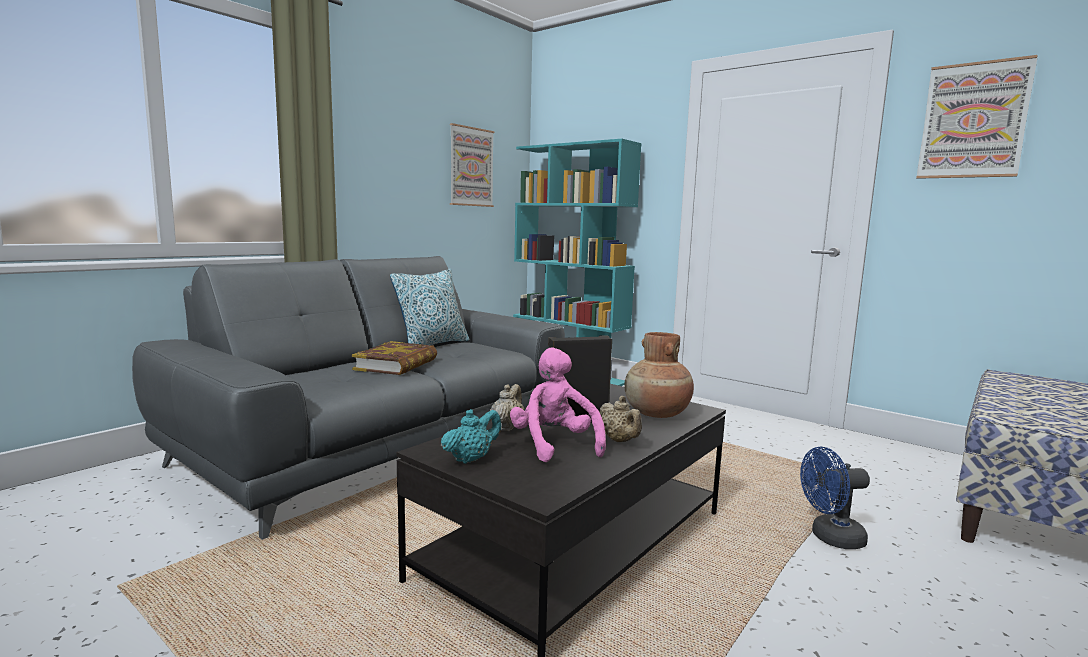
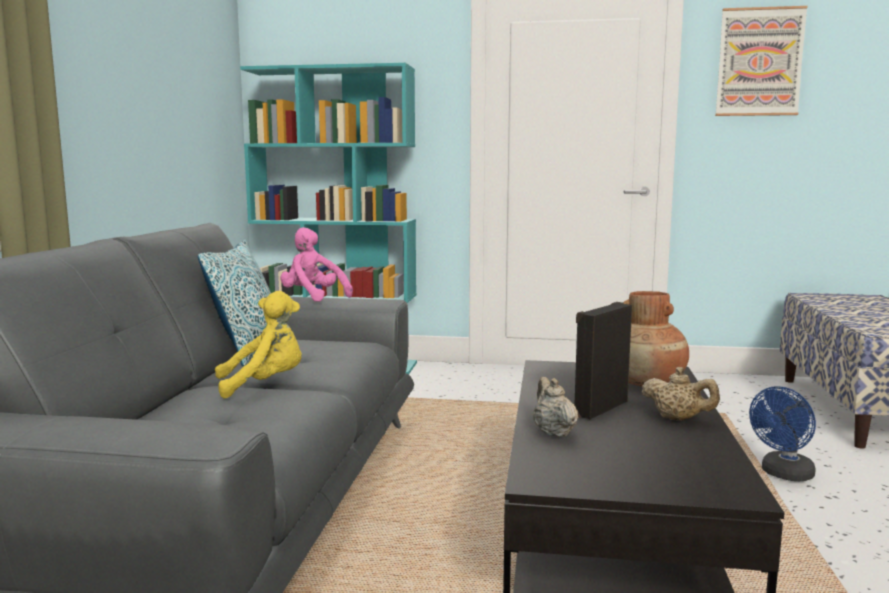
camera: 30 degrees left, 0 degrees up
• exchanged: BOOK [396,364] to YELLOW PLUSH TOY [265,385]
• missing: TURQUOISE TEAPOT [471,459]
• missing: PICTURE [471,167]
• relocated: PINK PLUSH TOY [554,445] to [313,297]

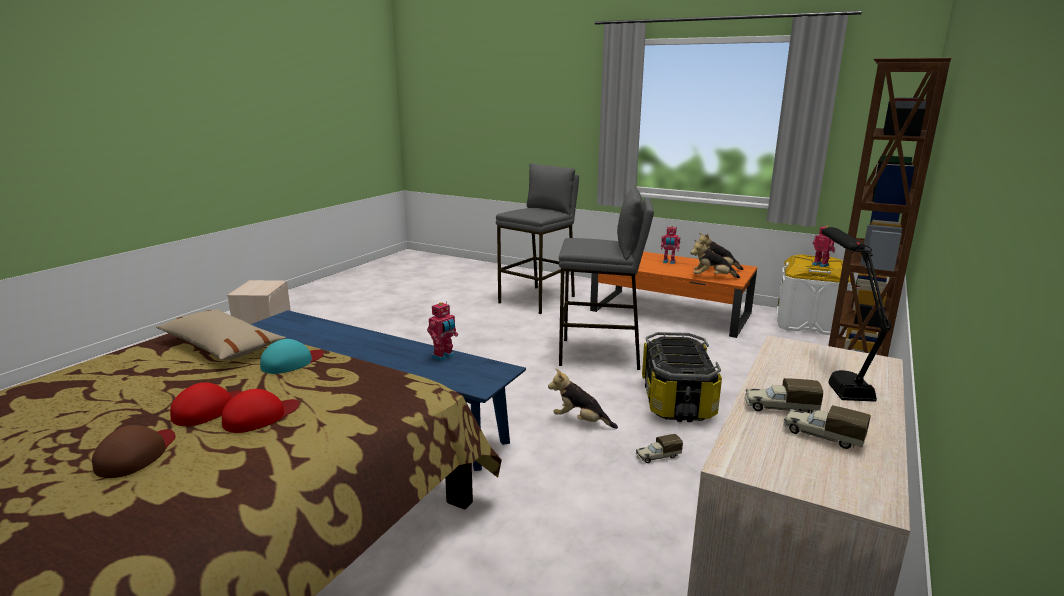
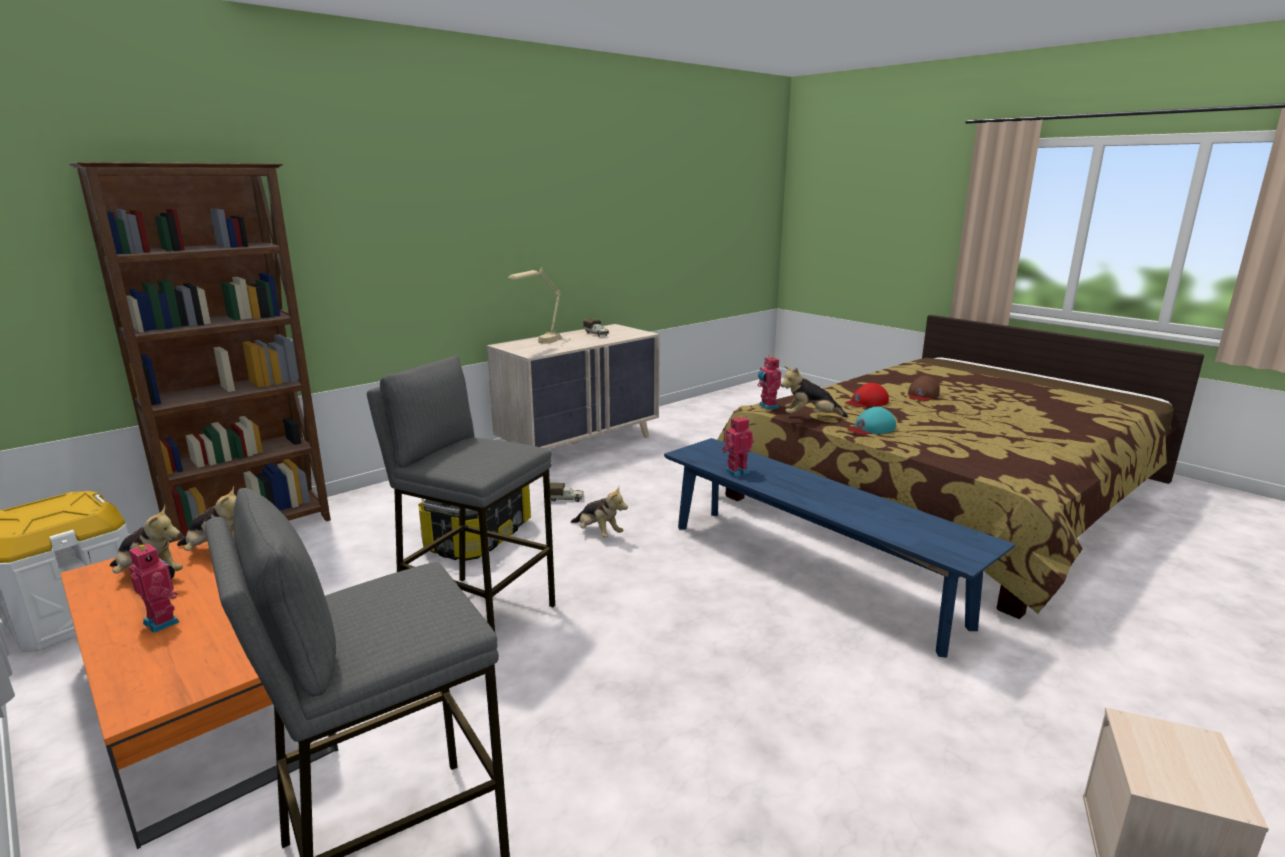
camera: 160 degrees left, 0 degrees up
• missing: BEIGE PILLOW [221,346]
• missing: RED CAP [208,409]
• missing: TOY TRUCK [779,408]
• relocated: TOY ROBOT [821,264] to [767,406]
• colour: BLACK TABLE LAMP [836,374] to BEIGE TABLE LAMP [539,344]
• appeared: PLUSH TOY [810,418]

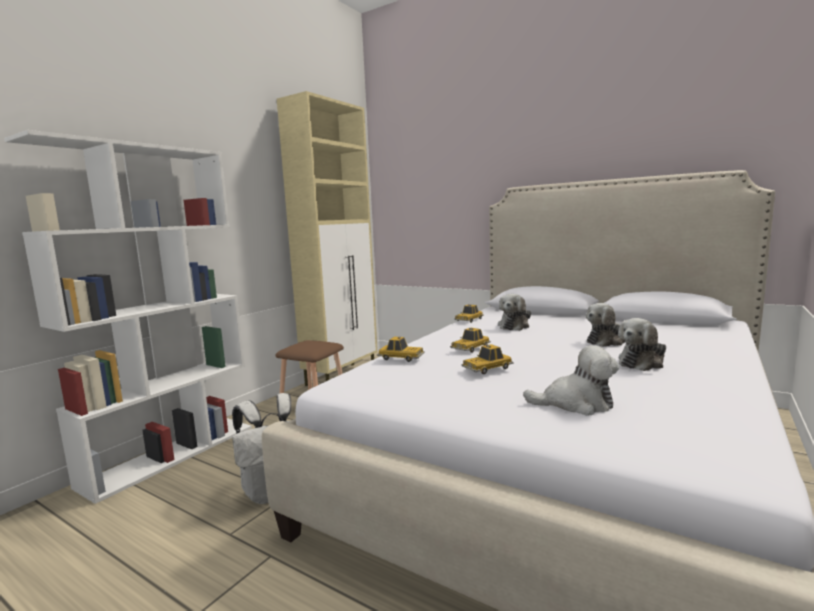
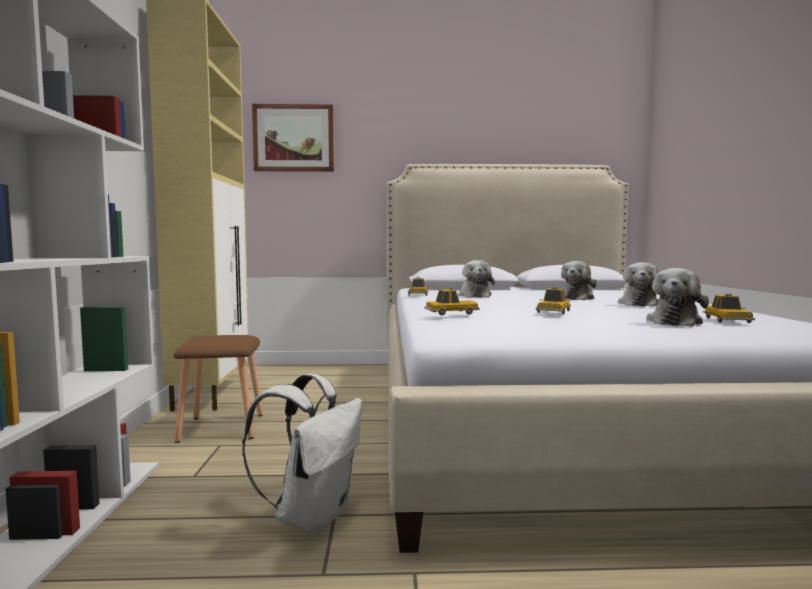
camera: 35 degrees left, 5 degrees down
• relocated: TOY CAR [470,348] to [727,320]
• spun: PLUSH TOY [576,404] = [675,321] 150 degrees clockwise
• appeared: PICTURE [293,138]

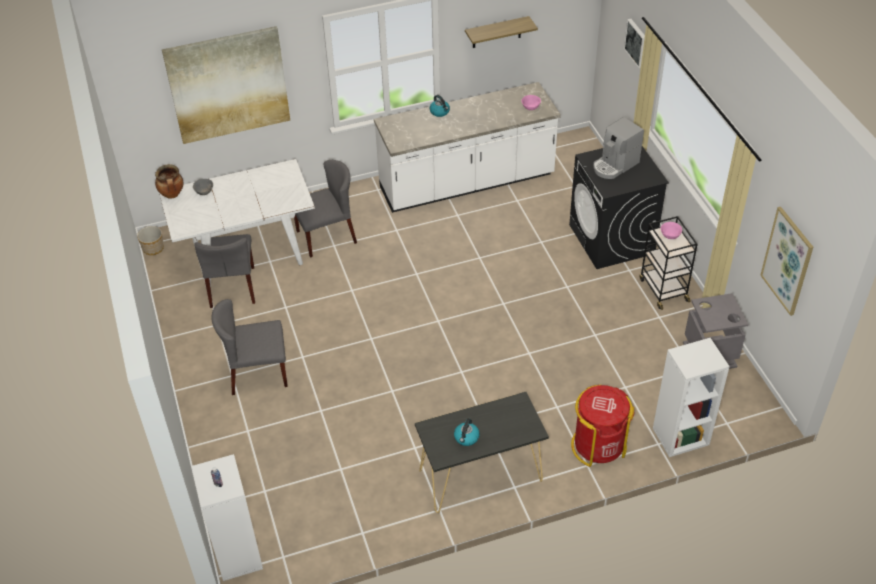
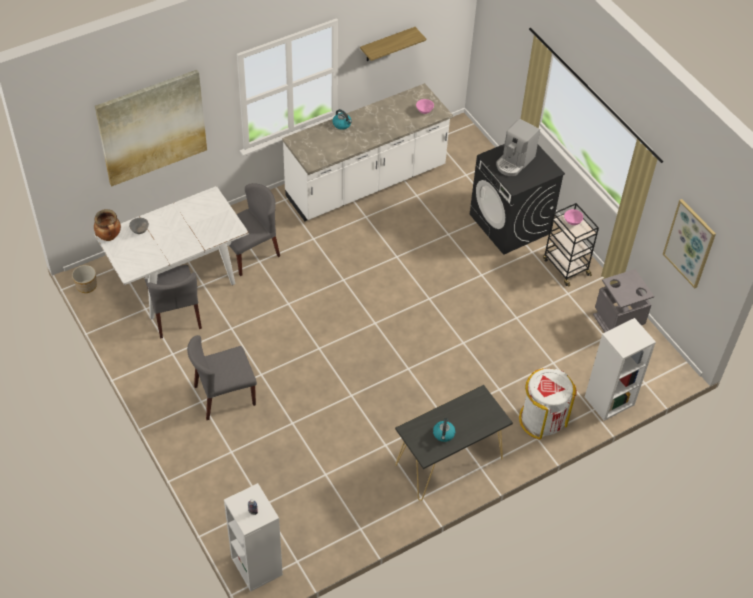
camera: 15 degrees left, 5 degrees up
• colour: RED TRASH CAN [598,445] to WHITE TRASH CAN [542,419]
• missing: PICTURE [636,43]

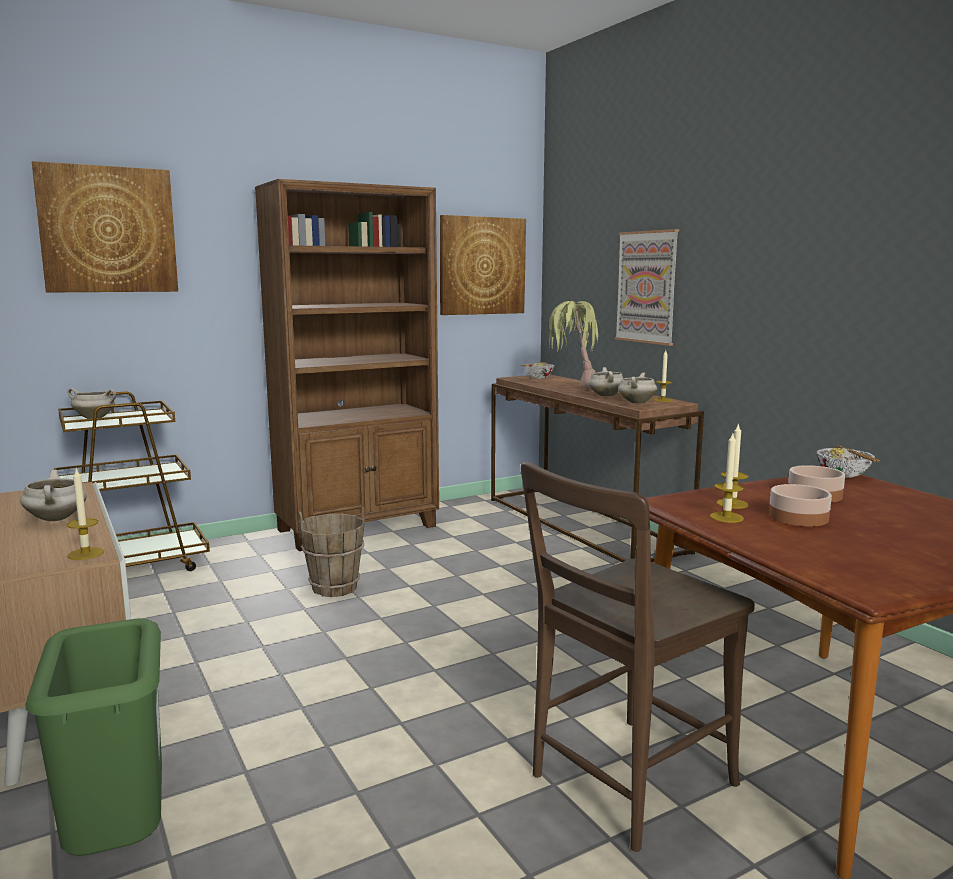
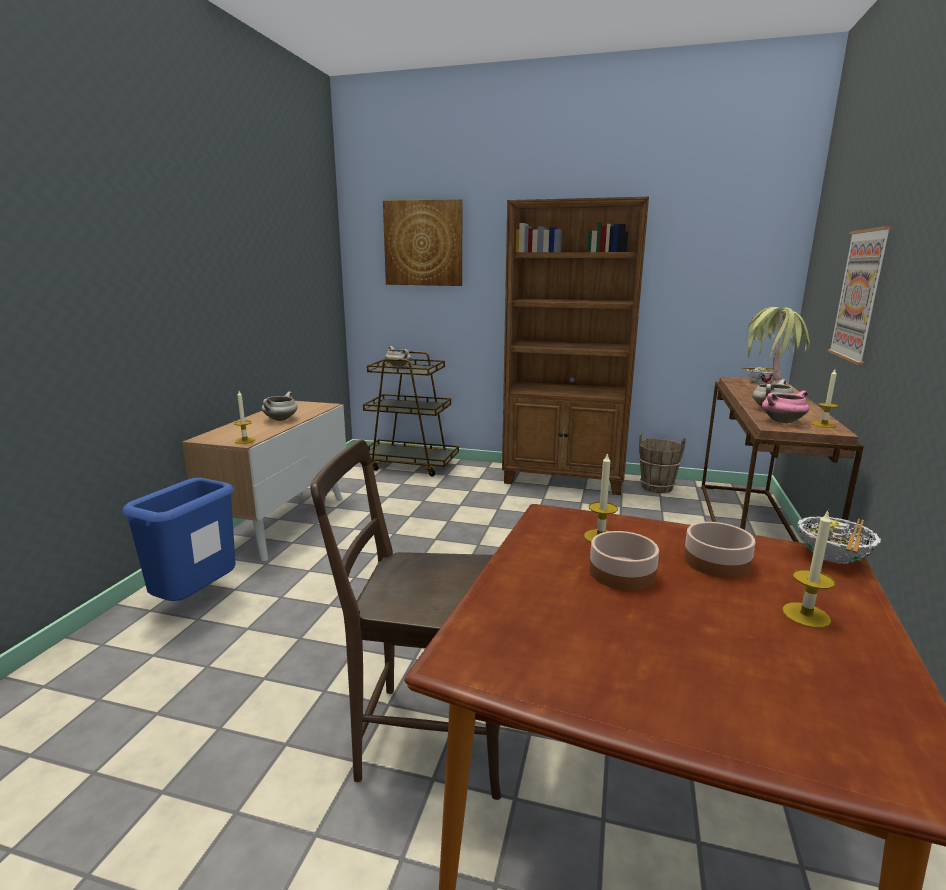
camera: 45 degrees right, 5 degrees up
• colour: GREEN TRASH CAN [117,842] to BLUE TRASH CAN [196,600]
• relocated: BROWN BUCKET [334,587] to [657,487]
• missing: PICTURE [482,266]
• colour: WHITE COOKING POT [636,402] to PINK COOKING POT [782,421]
• relocated: CANDLE [726,517] to [806,615]

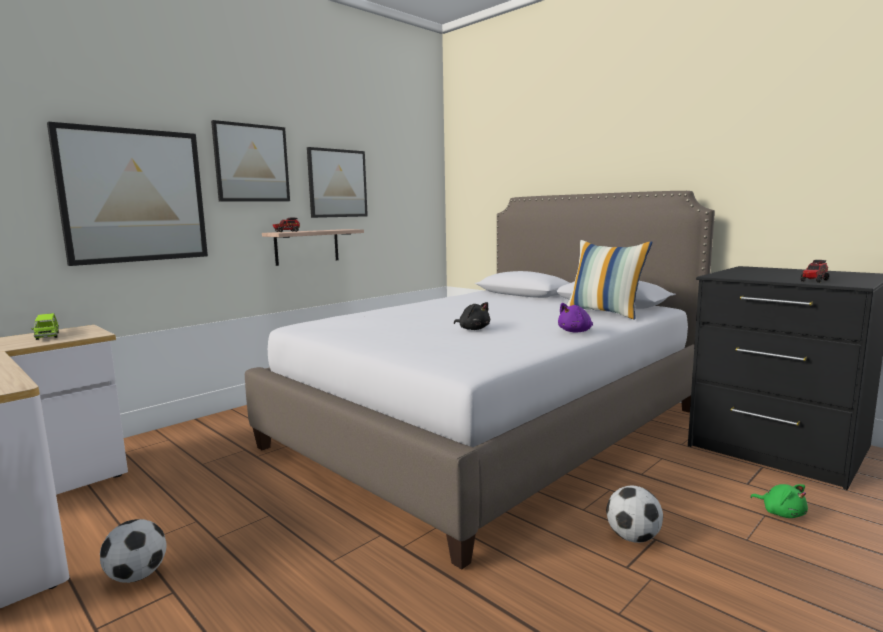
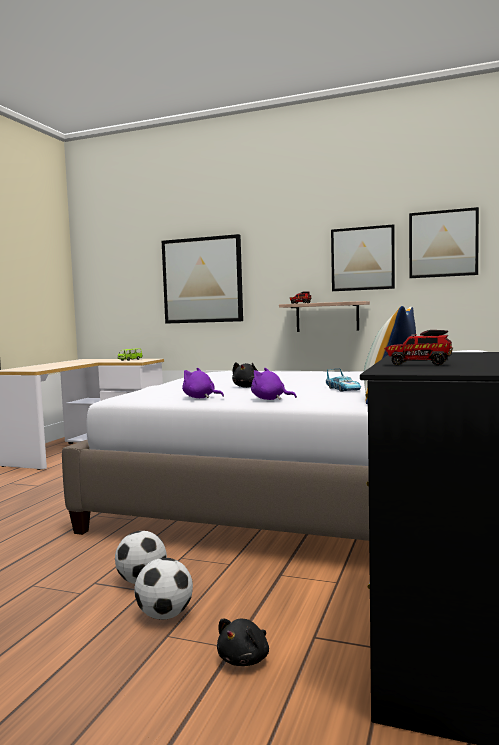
camera: 65 degrees right, 5 degrees down
• relocated: FOOTBALL [137,576] to [165,615]
• relocated: PICTURE [252,163] to [443,244]
• colour: GREEN PLUSH TOY [781,513] to BLACK PLUSH TOY [245,659]
• appeared: PURPLE PLUSH TOY [200,398]
• appeared: TOY CAR [343,389]

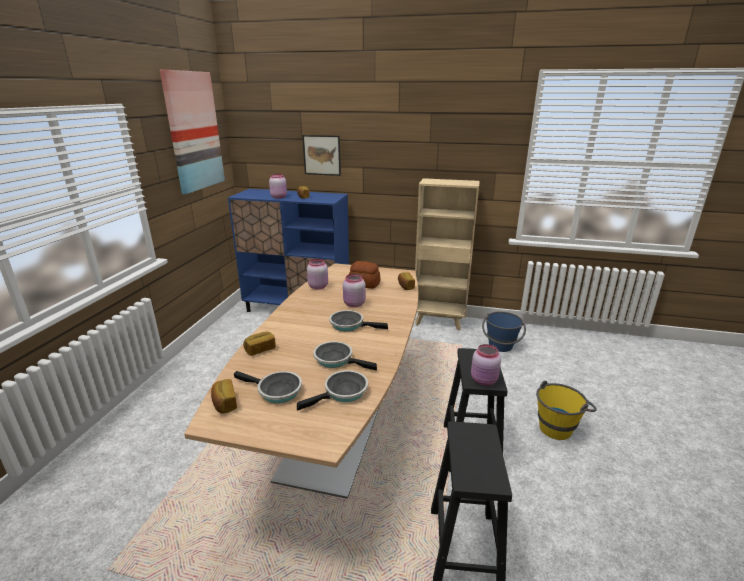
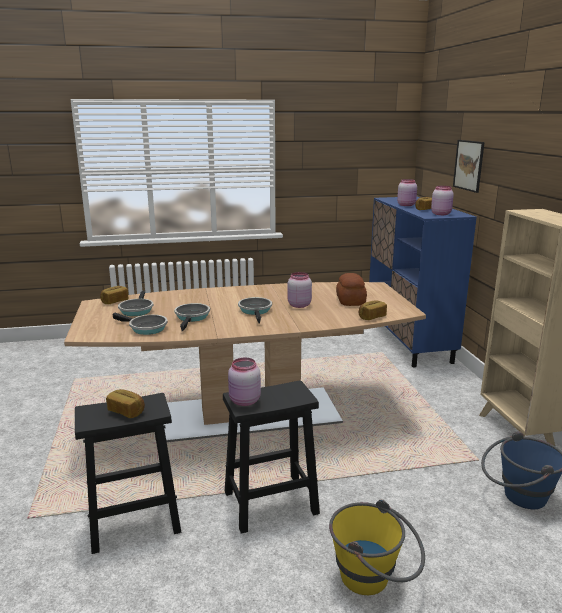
camera: 65 degrees right, 5 degrees down
• missing: PICTURE [194,131]
• relocated: BREAD [260,349] to [127,411]
• relocated: PINK JAR [318,286] to [441,214]

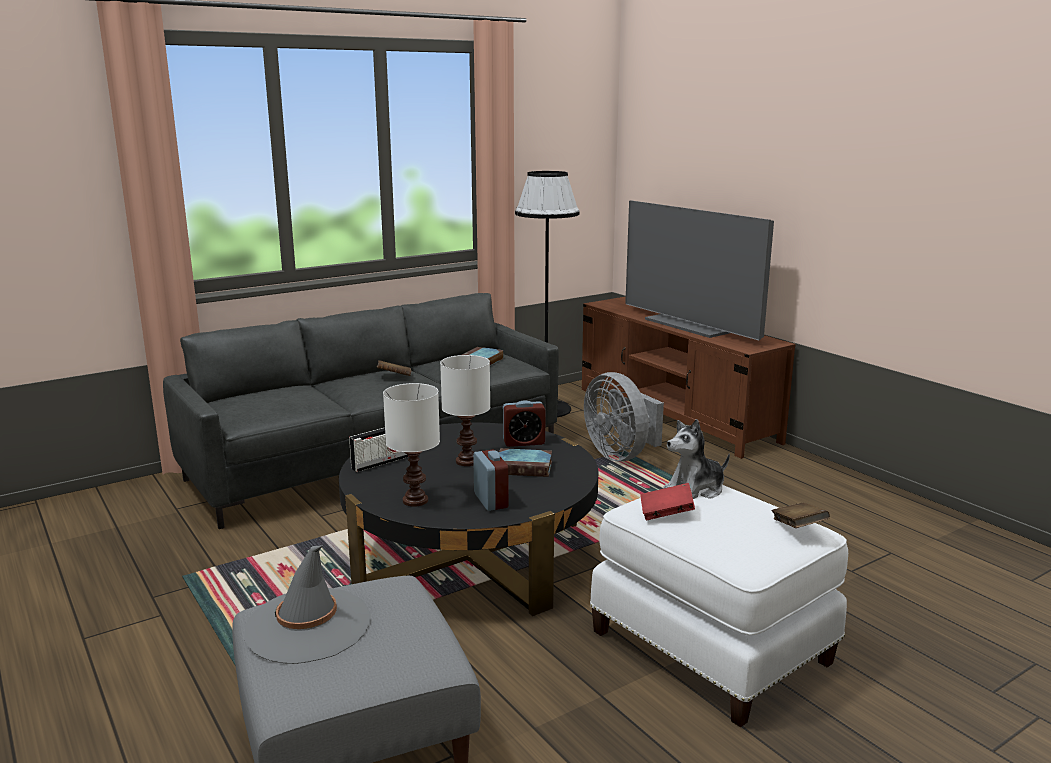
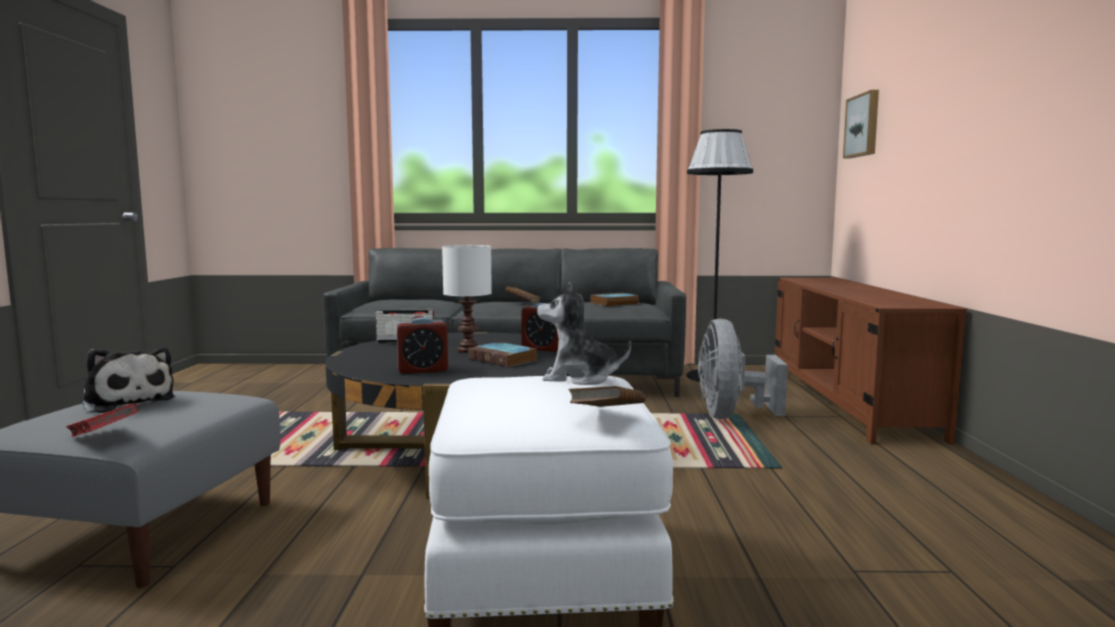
camera: 35 degrees right, 10 degrees down
• exchanged: GREY HAT [308,626] to PLUSH TOY [127,402]
• missing: WHITE TABLE LAMP [414,501]
• spun: ALARM CLOCK [491,501] = [422,370] 60 degrees clockwise
• missing: TELEVISION [692,325]
• relocated: RED BOOK [666,514] to [104,437]
• appeared: PICTURE [863,125]

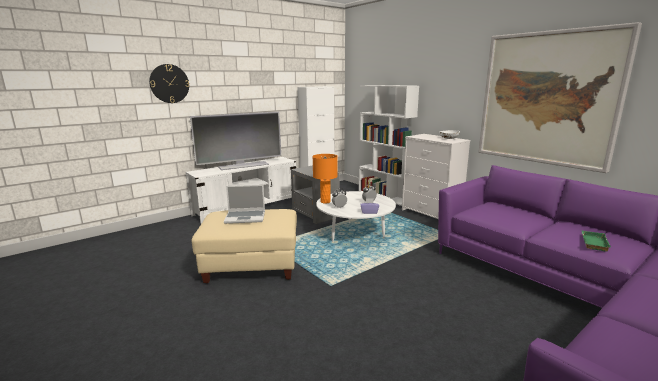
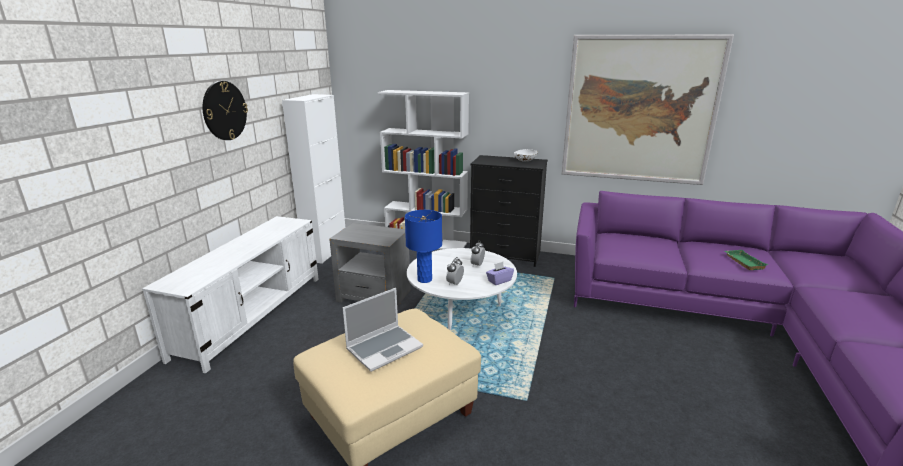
camera: 35 degrees left, 5 degrees up
• relocated: WALL CLOCK [169,83] to [224,110]
• missing: TELEVISION [243,165]
• colour: ORANGE TABLE LAMP [325,201] to BLUE TABLE LAMP [424,279]
• colour: WHITE DRESSER [431,214] to BLACK DRESSER [506,255]

